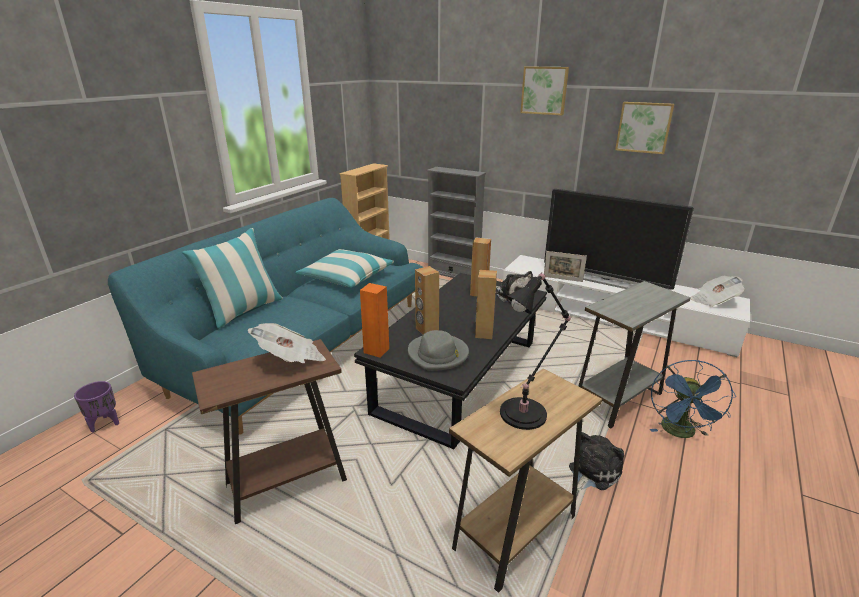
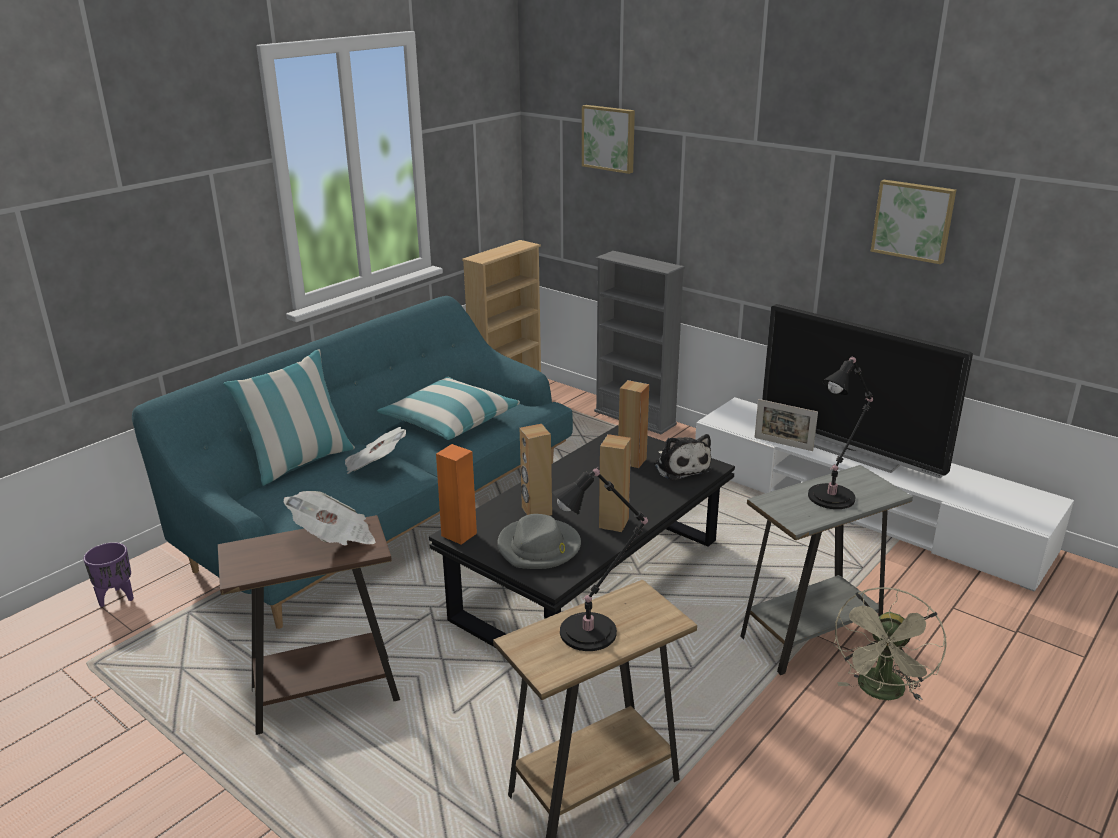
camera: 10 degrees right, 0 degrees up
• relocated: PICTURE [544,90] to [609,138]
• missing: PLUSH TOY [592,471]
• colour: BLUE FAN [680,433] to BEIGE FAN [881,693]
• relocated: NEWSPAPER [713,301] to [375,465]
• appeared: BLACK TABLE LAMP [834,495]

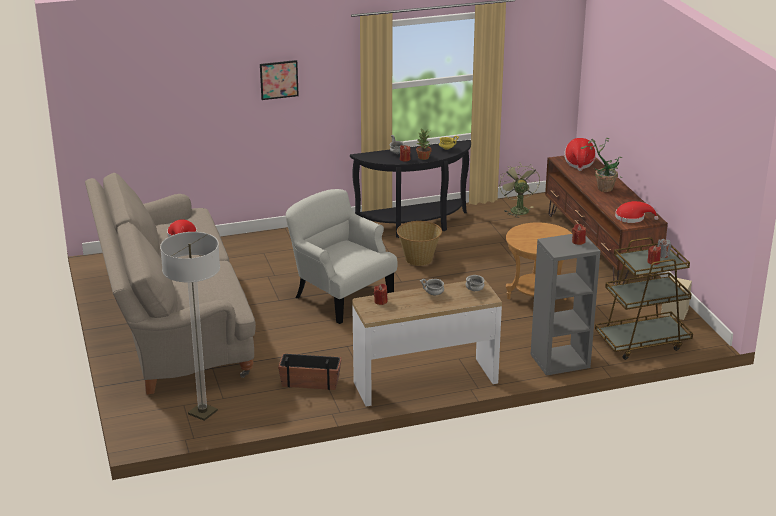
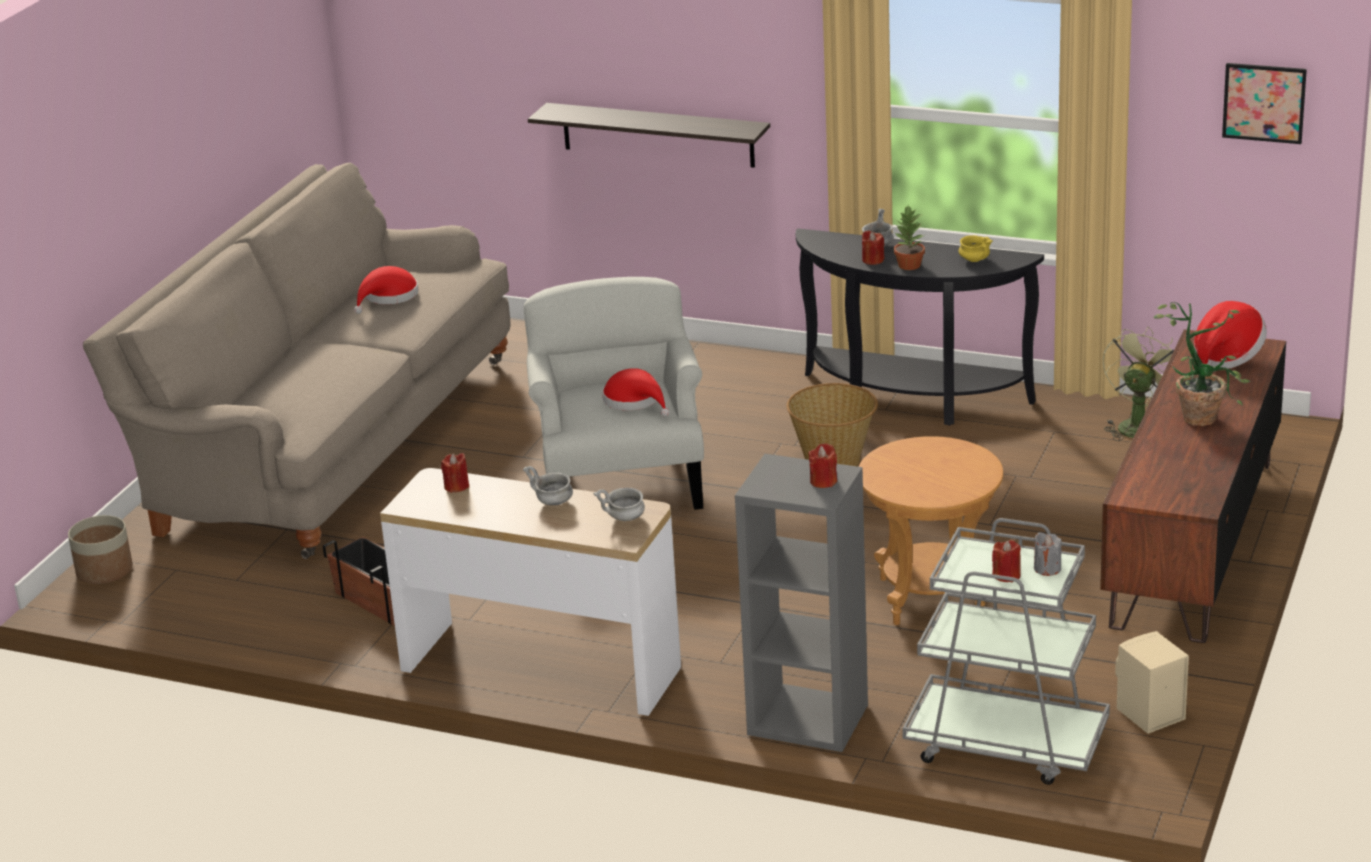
camera: 40 degrees right, 0 degrees up
• missing: FLOOR LAMP [202,412]
• relocated: PICTURE [279,79] to [1264,102]
• colour: BROWN CART [642,342] to GREY CART [1005,744]
• relocated: RED HAT [632,218] to [635,401]
• appeared: PLANTER [104,571]
• appeared: SHELF [657,135]

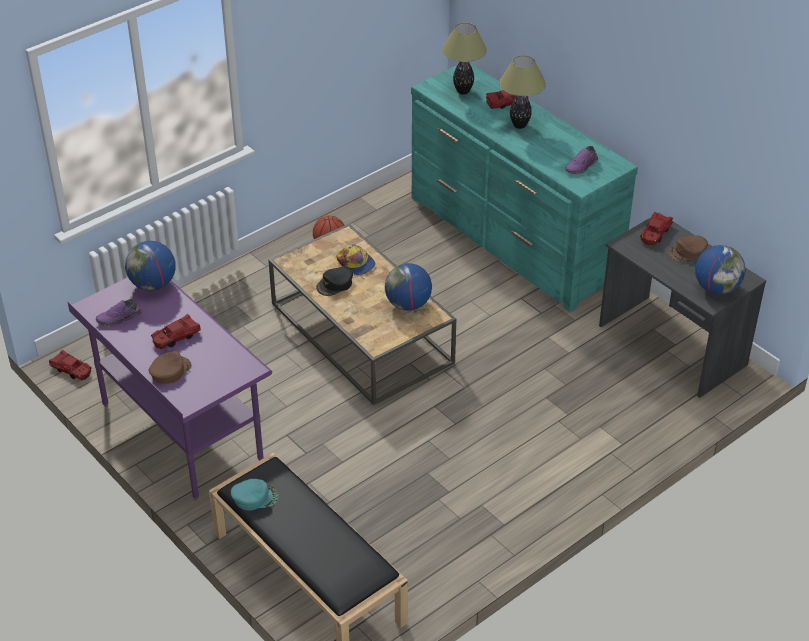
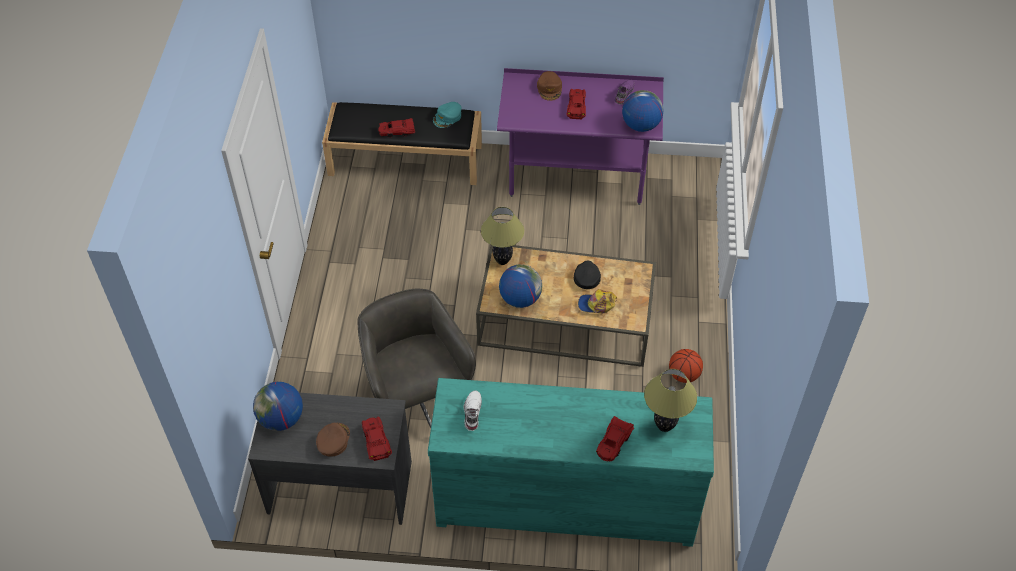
camera: 135 degrees right, 10 degrees up
• relocated: RED TOY CAR [71,370] to [397,131]
• relocated: TABLE LAMP [519,125] to [502,260]
• colour: PURPLE SHOE [581,167] to WHITE SHOE [472,412]
• appeared: GREY OFFICE CHAIR [417,402]

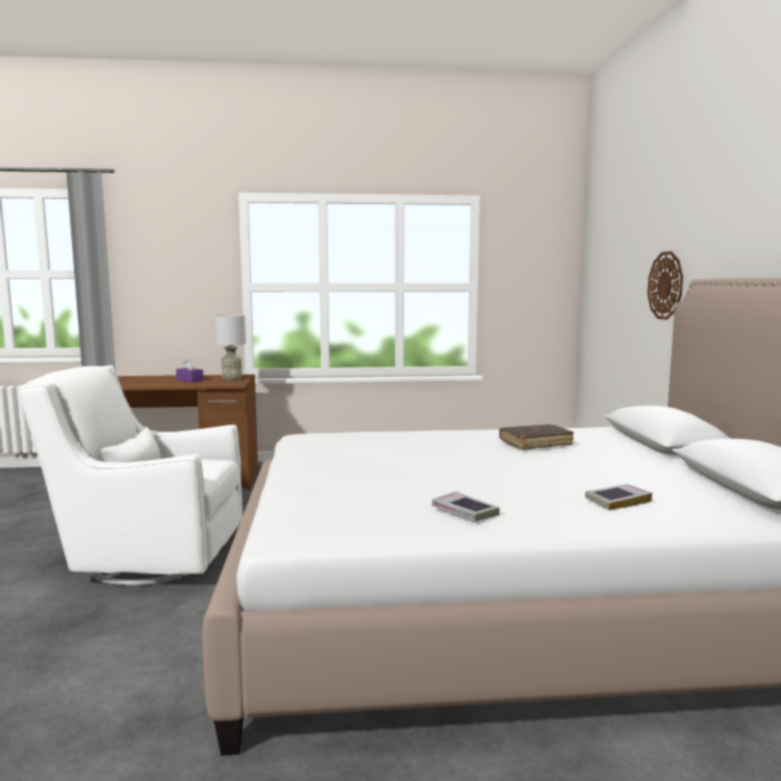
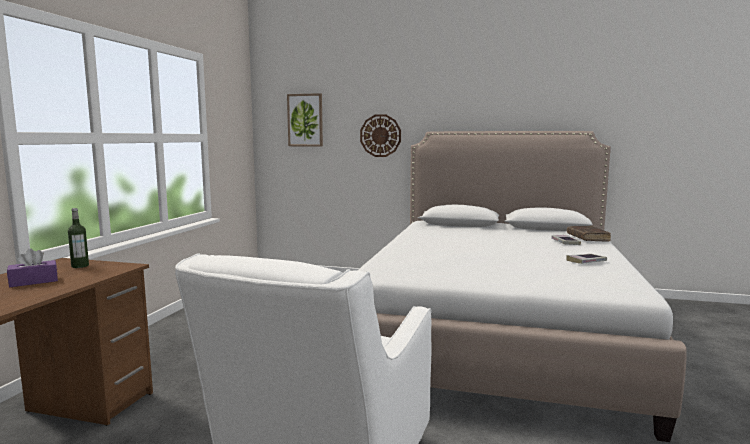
camera: 70 degrees left, 0 degrees up
• exchanged: GREY TABLE LAMP [231,379] to BOTTLE [80,266]
• relocated: BROWN BOOK [535,443] to [587,238]
• appeared: PICTURE [305,120]

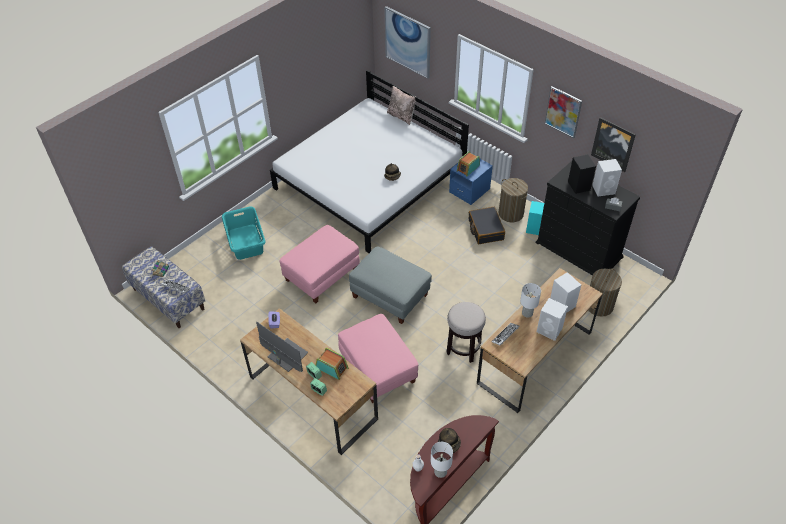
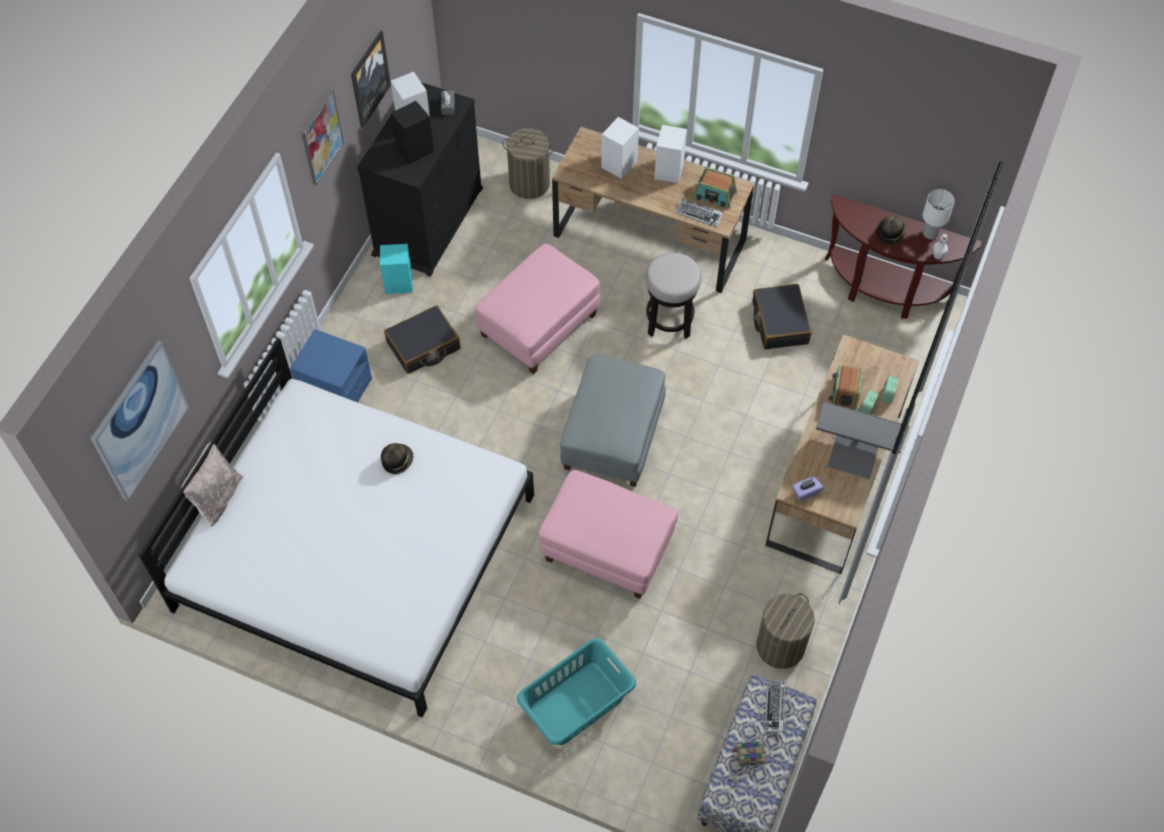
camera: 110 degrees left, 10 degrees up
• spun: MONITOR [286,356] = [854,454] 90 degrees counterclockwise
• relocated: PINK OTTOMAN [378,369] to [539,326]
• relocated: RADIO [468,168] to [714,195]
• relocated: LAUNDRY BASKET [511,213] to [780,646]
• missing: WHITE TABLE LAMP [527,313]
• appeared: BLACK SUITCASE [779,323]

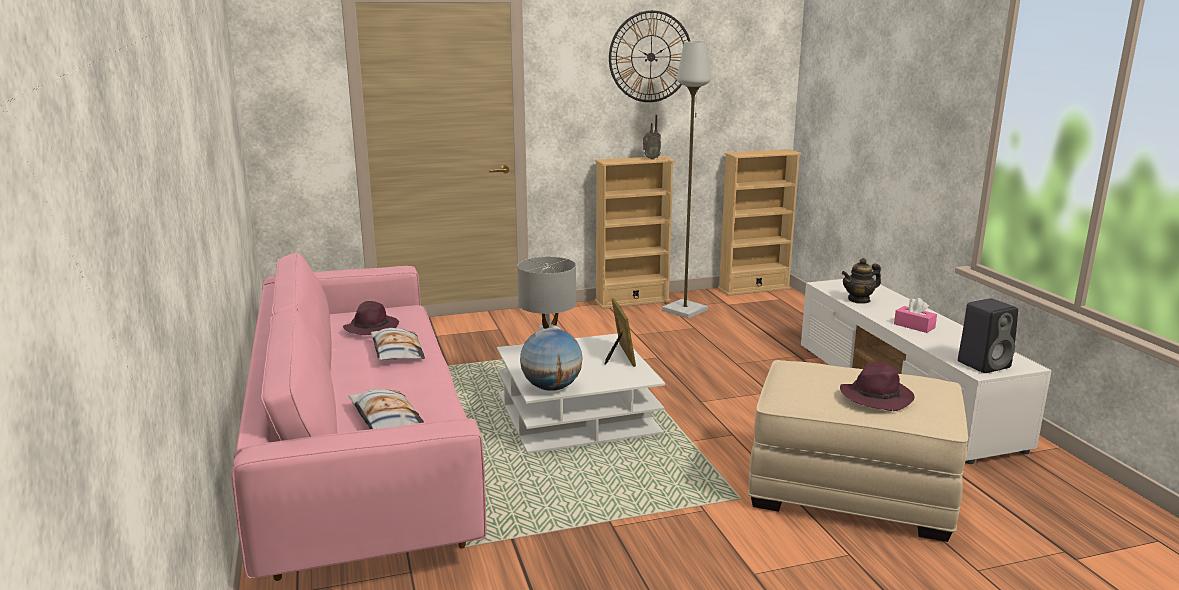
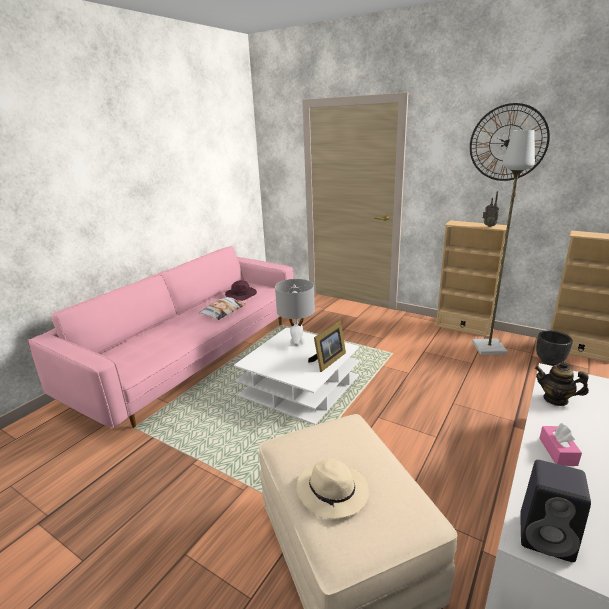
camera: 50 degrees right, 5 degrees up
• missing: PILLOW [385,418]
• missing: GLOBE [551,387]
• colour: PURPLE HAT [877,397] to BEIGE HAT [333,492]
• appeared: BLACK PLANTER [549,361]

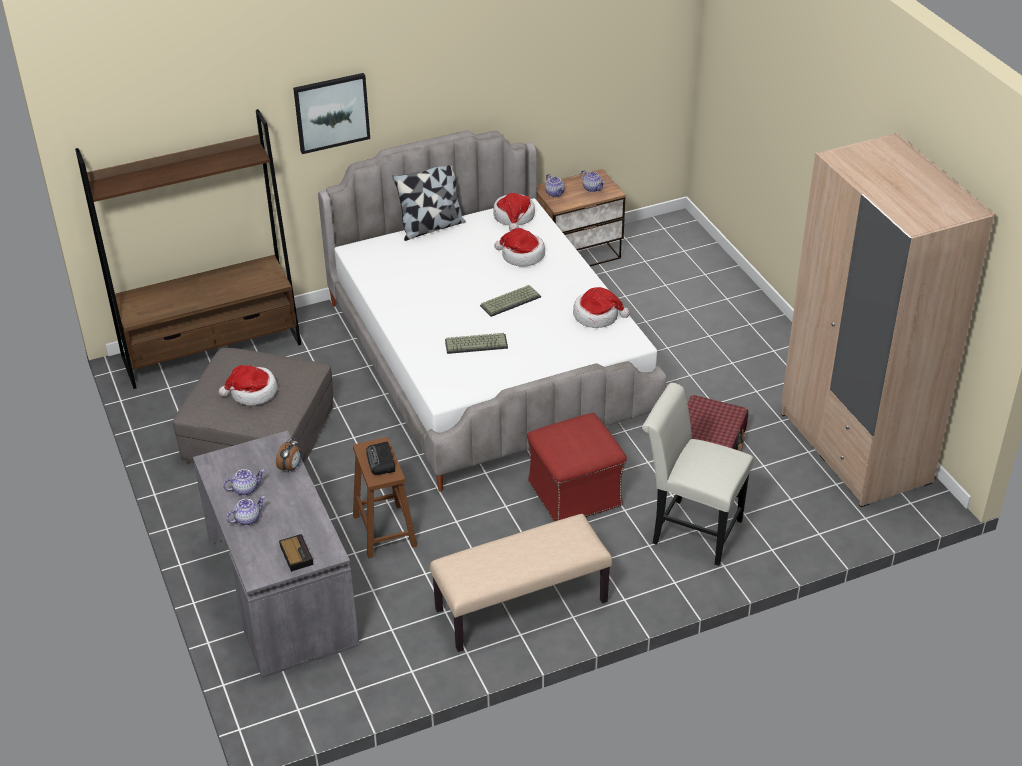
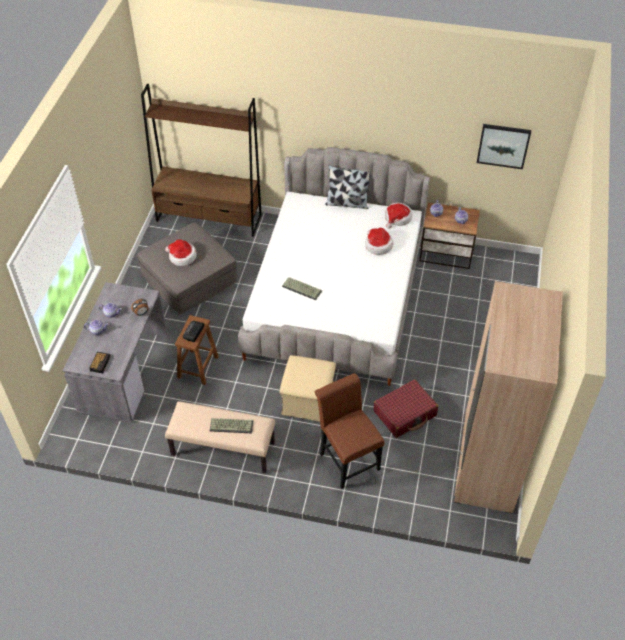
camera: 35 degrees right, 10 degrees up
• relocated: PICTURE [331,112] to [503,145]
• relocated: KEYBOARD [510,301] to [232,425]
• colour: RED OTTOMAN [576,493] to BEIGE OTTOMAN [308,401]
• missing: HAT [597,316]
• colour: WHITE CHAIR [690,529] to BROWN CHAIR [347,458]

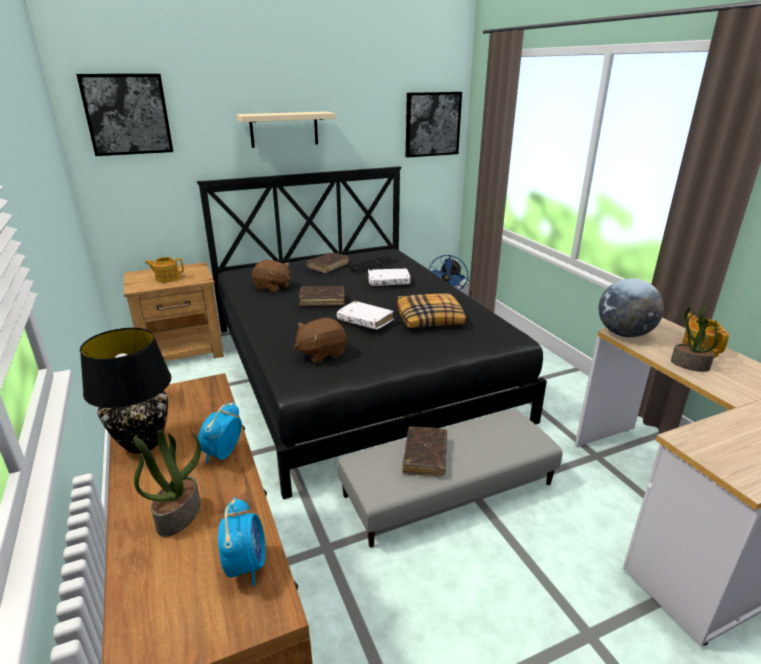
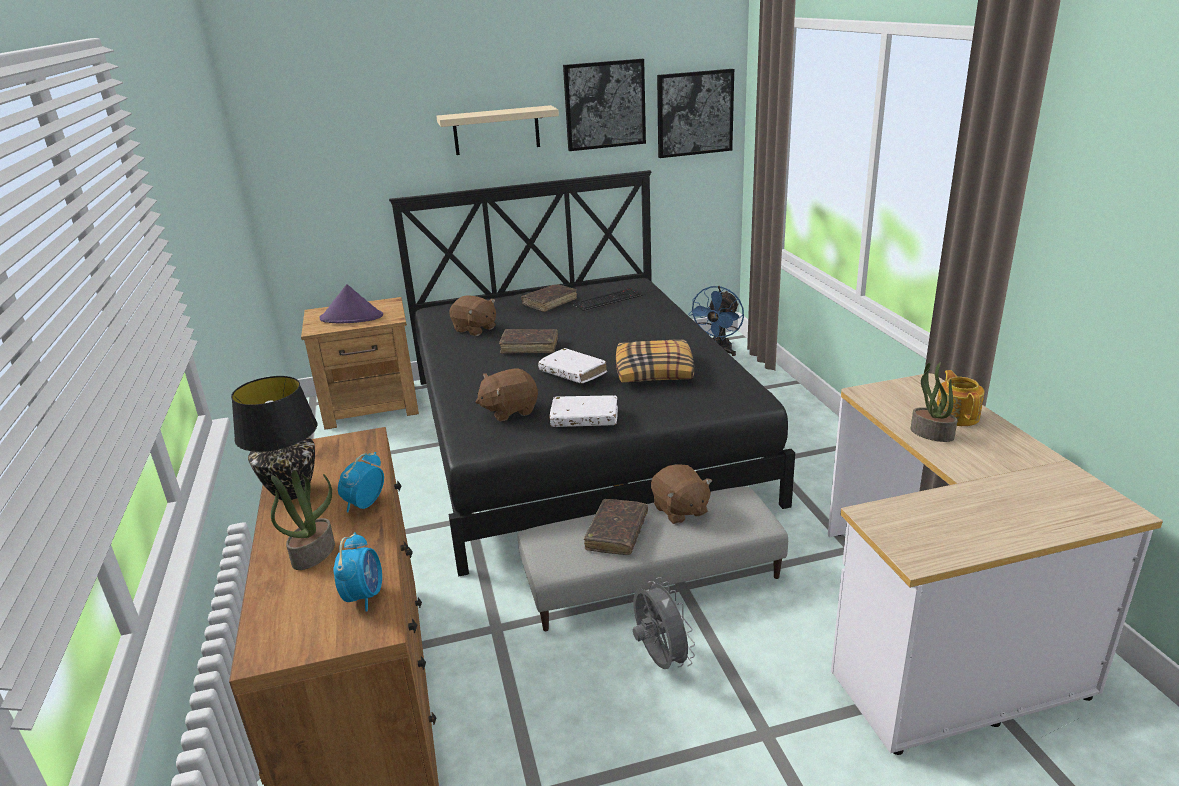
camera: 10 degrees right, 0 degrees up
• relocated: PICTURE [127,114] to [604,105]
• exchanged: TEAPOT [167,278] to PURPLE HAT [352,317]
• relocated: WHITE BOOK [388,282] to [584,418]
• missing: GLOBE [624,334]
• appeared: GREY FAN [659,660]
• appeared: BROWN PLUSH TOY [680,510]

